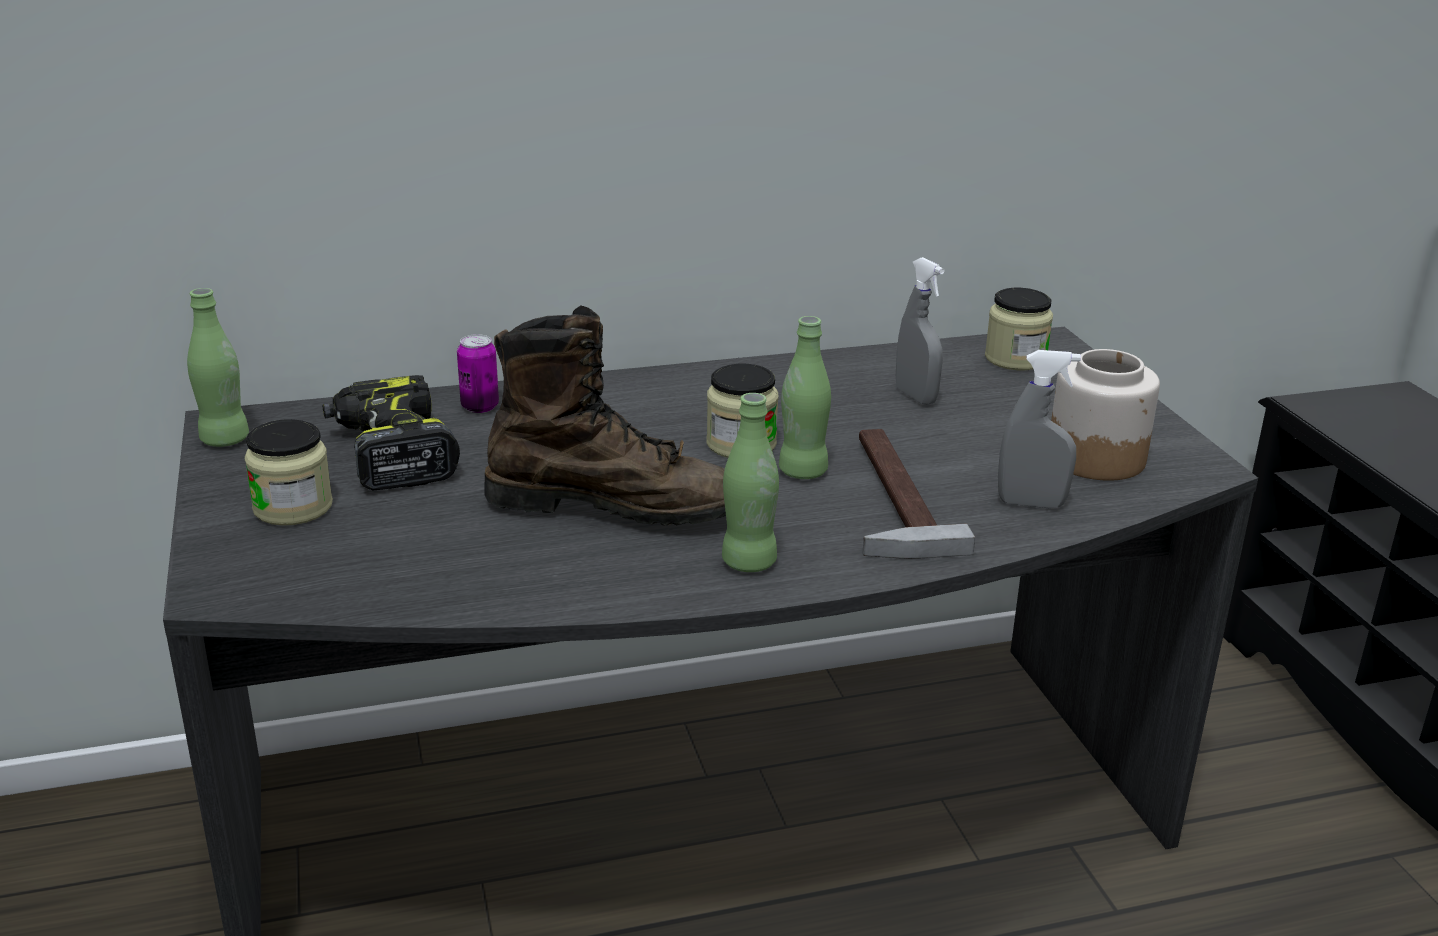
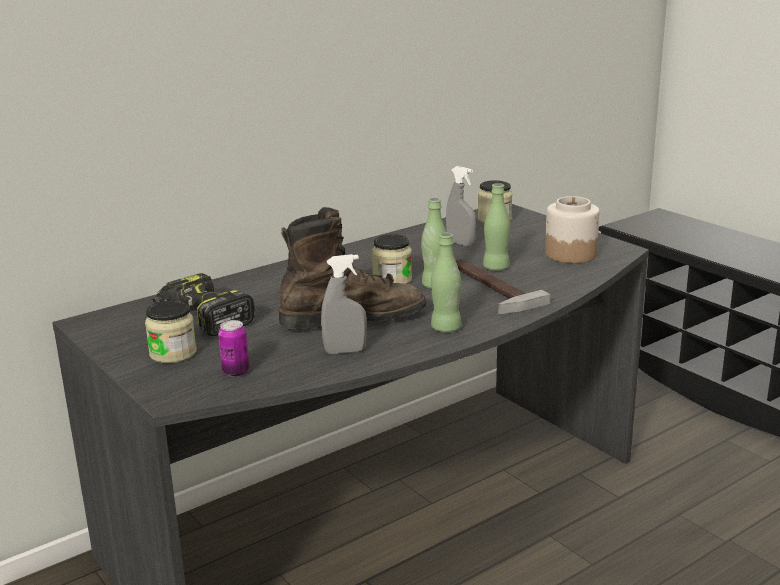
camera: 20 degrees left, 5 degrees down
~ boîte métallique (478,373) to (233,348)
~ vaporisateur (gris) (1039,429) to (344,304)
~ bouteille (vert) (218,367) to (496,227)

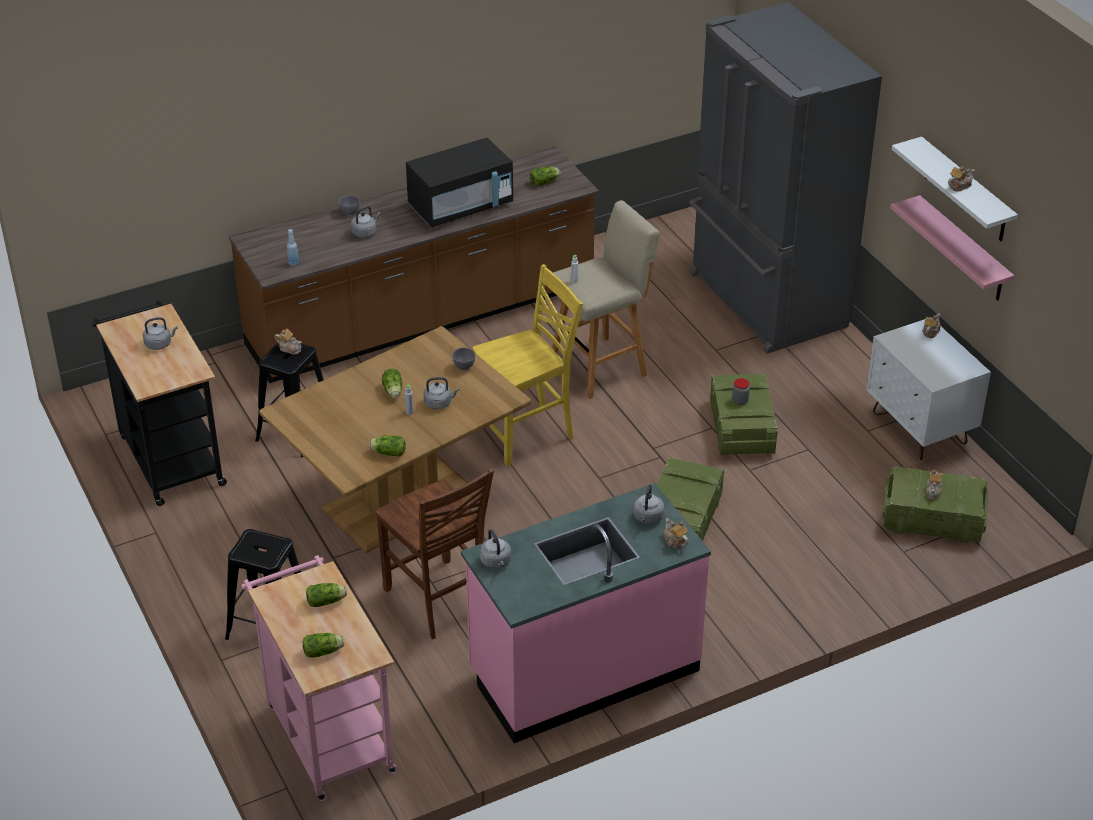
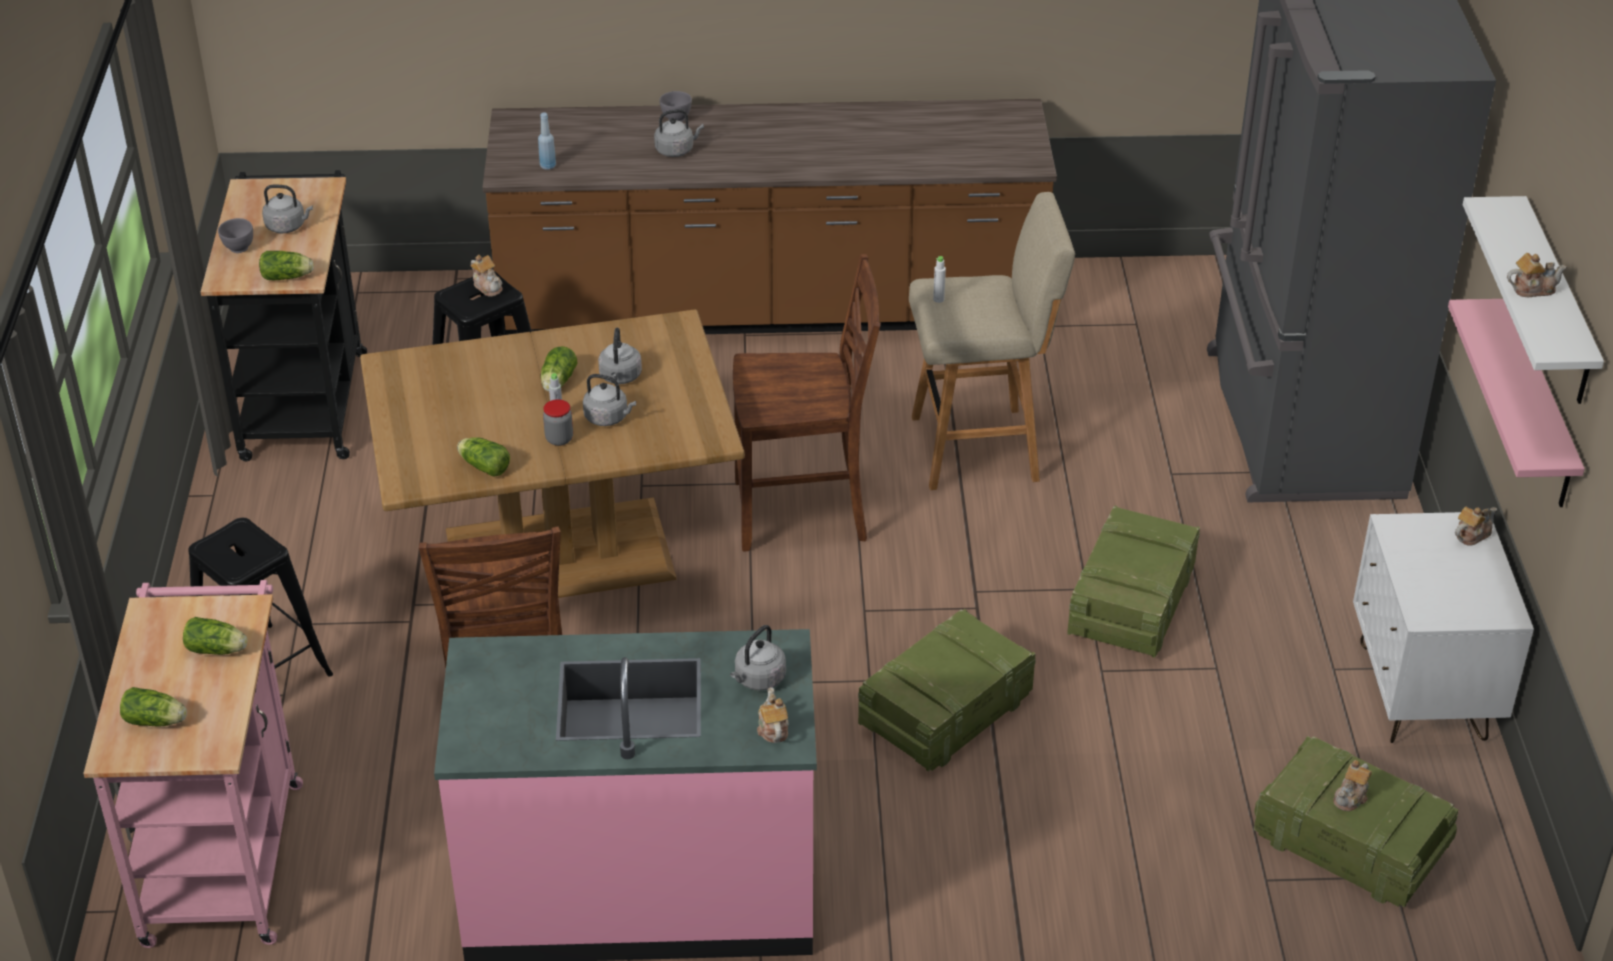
camera: 25 degrees right, 0 degrees up
~ bol (gris) (463,359) to (235,235)
~ laitue (545,176) to (286,265)
~ bocal (741,391) to (558,422)
~ bouilloire (gris) (495,549) to (620,356)
~ chaise (jaune) (528,365) to chaise (marron) (807,402)
- micro-ondes (noir) (459,182)

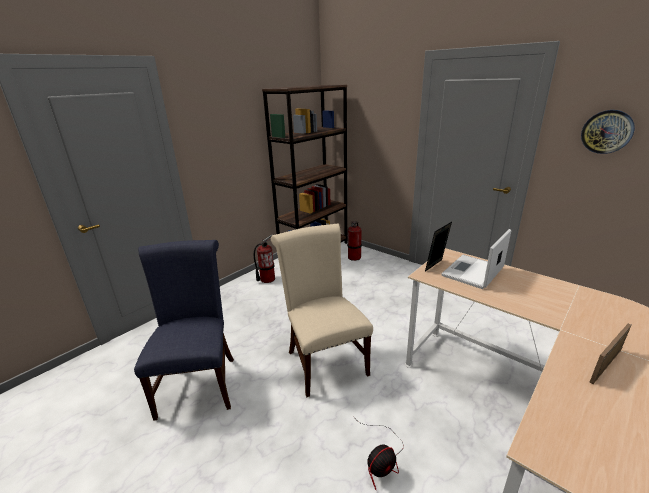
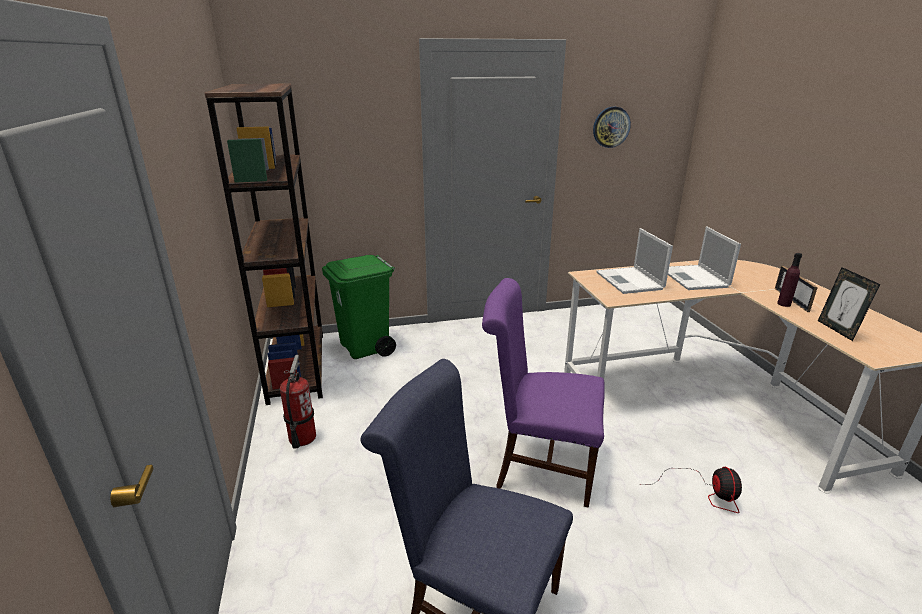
camera: 55 degrees left, 0 degrees up
~ extincteur (354,241) to poubelle (vert) (359,307)
~ chaise (beige) (322,310) to chaise (violet) (543,393)
+ ordinateur portable (704,258)
+ bouteille (violet) (789,280)
~ cadre photo (438,247) to (849,304)

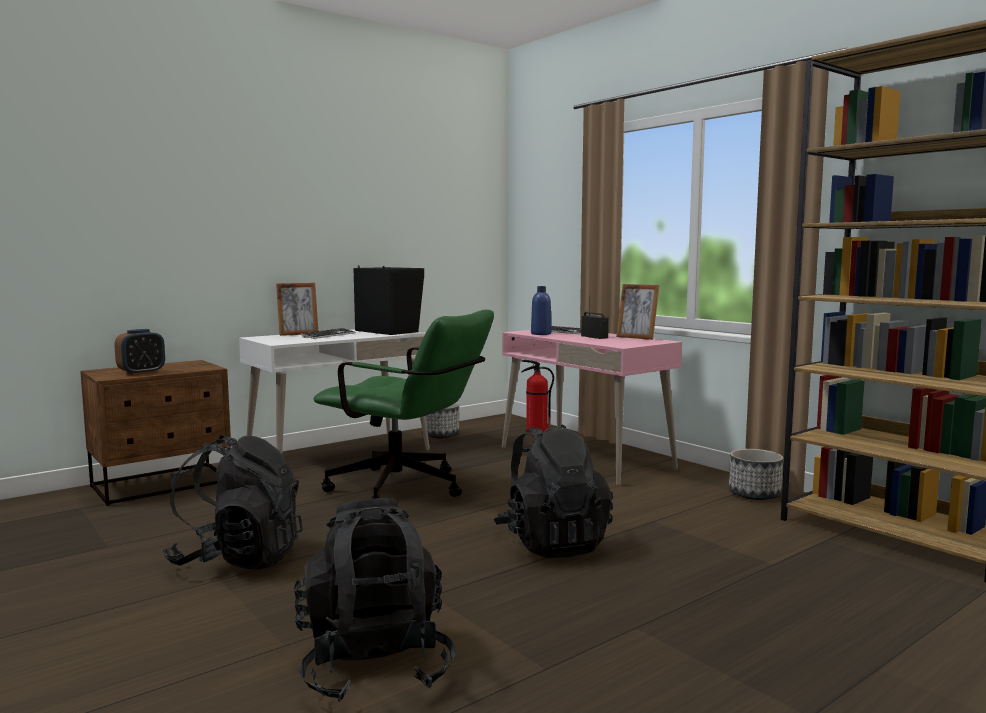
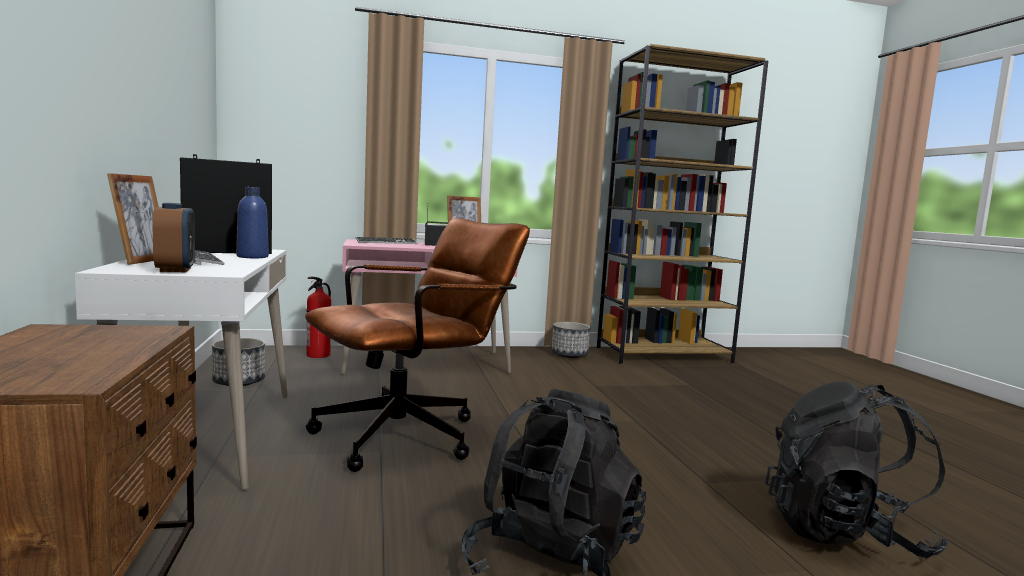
camera: 65 degrees left, 0 degrees up
~ réveil (139,352) to (173,237)
~ bouteille (bleu) (541,310) to (252,222)
~ chaise de bureau (vert) (403,404) to chaise de bureau (marron) (417,345)
- sac à dos (noir) (553,491)

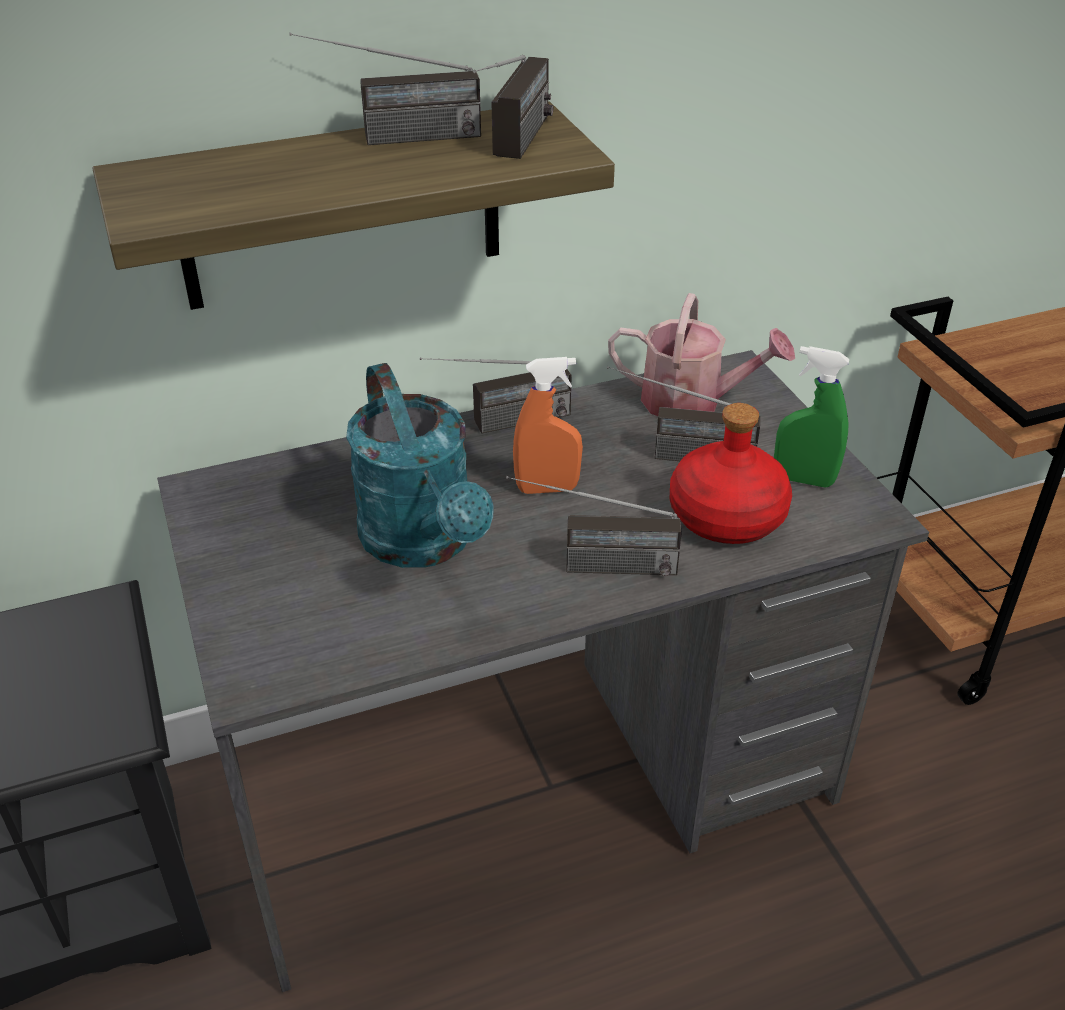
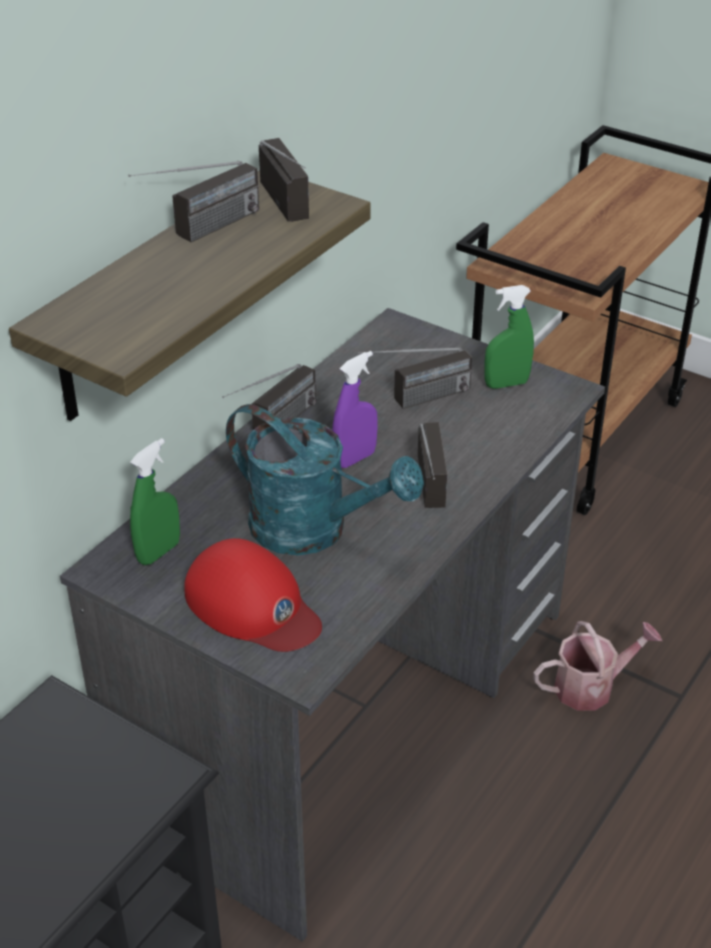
camera: 35 degrees left, 0 degrees up
+ vaporisateur (vert) (155,501)
+ casquette (rouge) (253,595)
~ vaporisateur (orange) (548,425) to vaporisateur (violet) (355,409)
~ radio (594,526) = (432,465) 60 degrees counterclockwise
~ arrosoir (701,354) to (597,666)
- bouteille (rouge) (730,473)

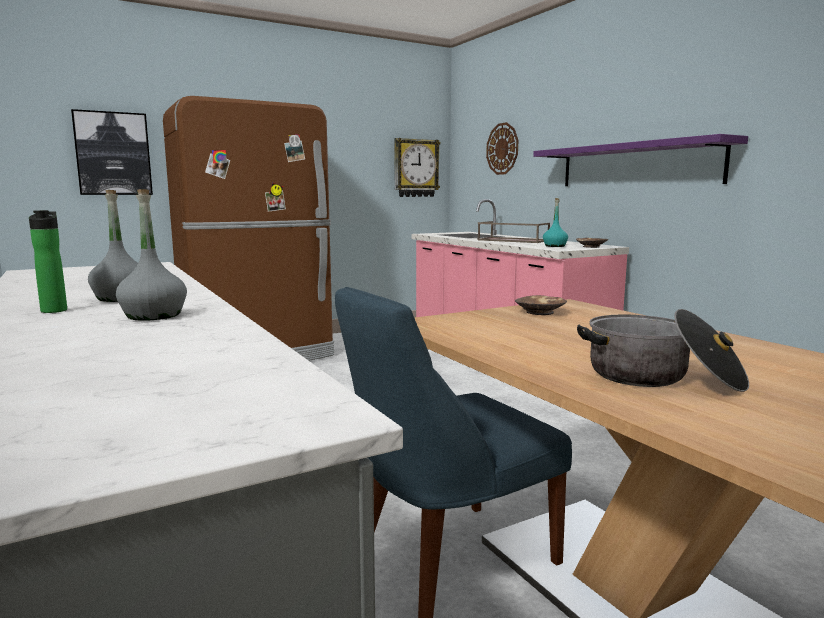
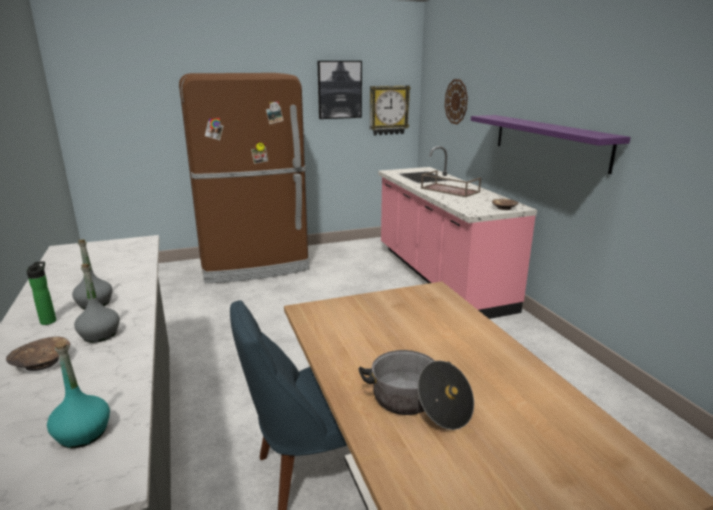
camera: 10 degrees right, 10 degrees up
~ bol (marron) (541,305) to (38,354)
~ bouteille (turquoise) (555,222) to (78,394)
~ tableau (112,152) to (340,90)

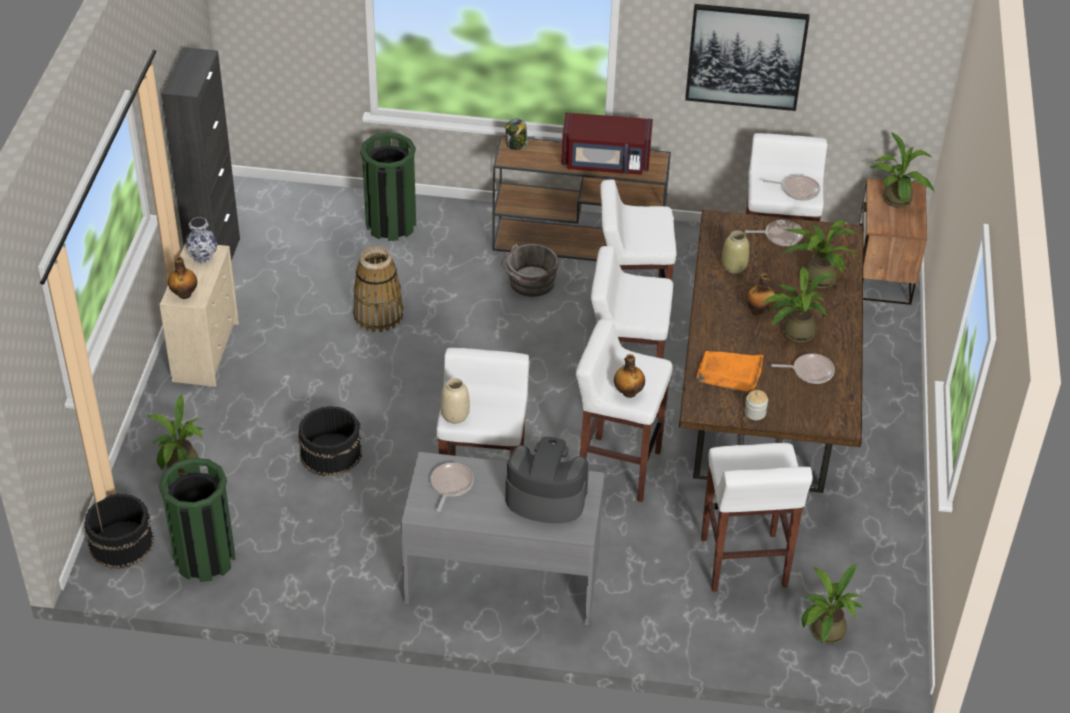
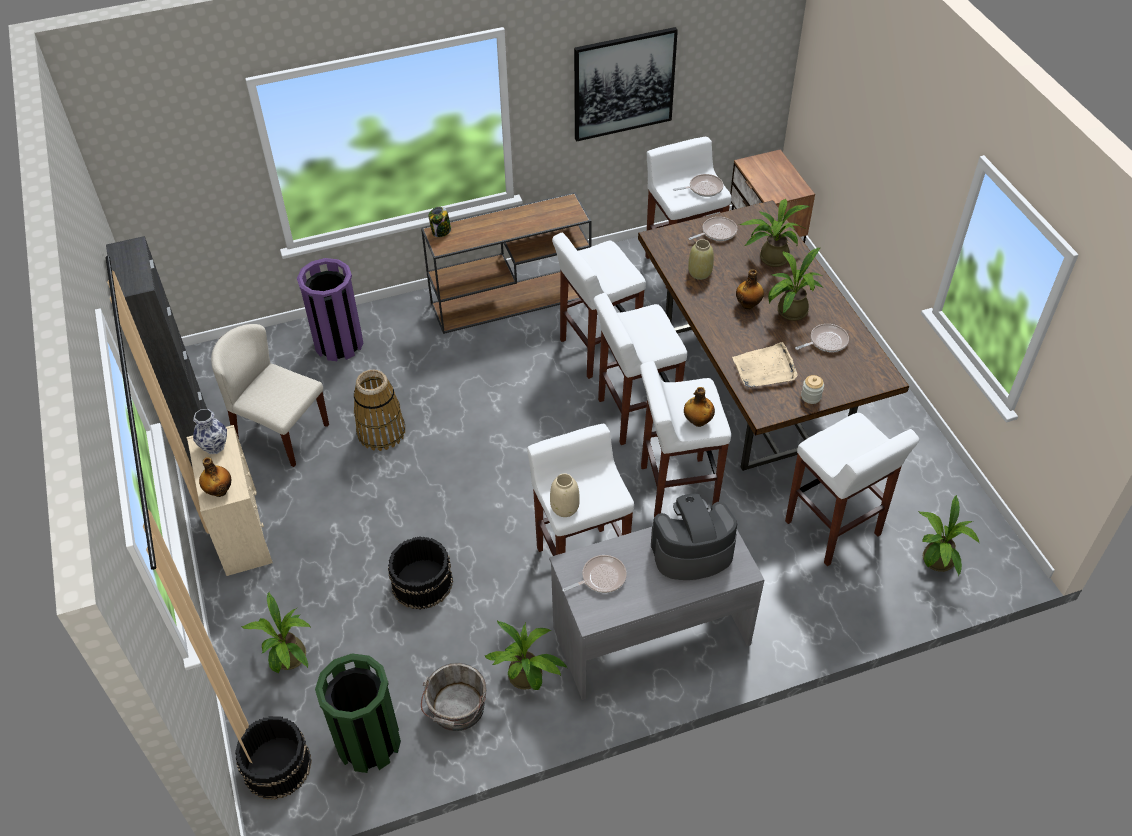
camera: 25 degrees left, 5 degrees up
+ chaise (beige) (270,395)
~ poubelle (vert) (388,186) to poubelle (violet) (330,309)
~ seau (gris) (530,270) to (454,697)
~ plante en pot (902,170) to (525,655)
~ poêle (452,487) = (594,574) 75 degrees clockwise
~ plateau (orange) (730,371) to plateau (beige) (765,365)
- micro-ondes (rouge) (607,143)

